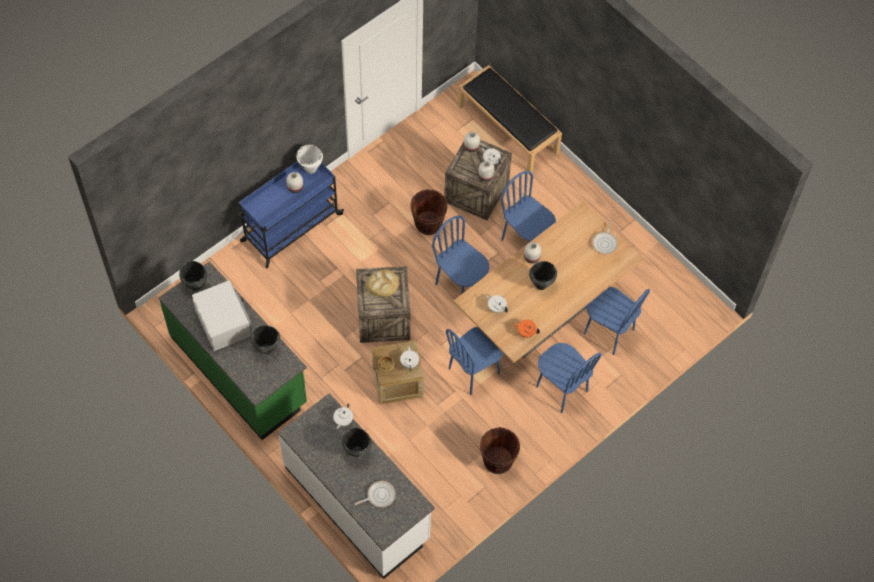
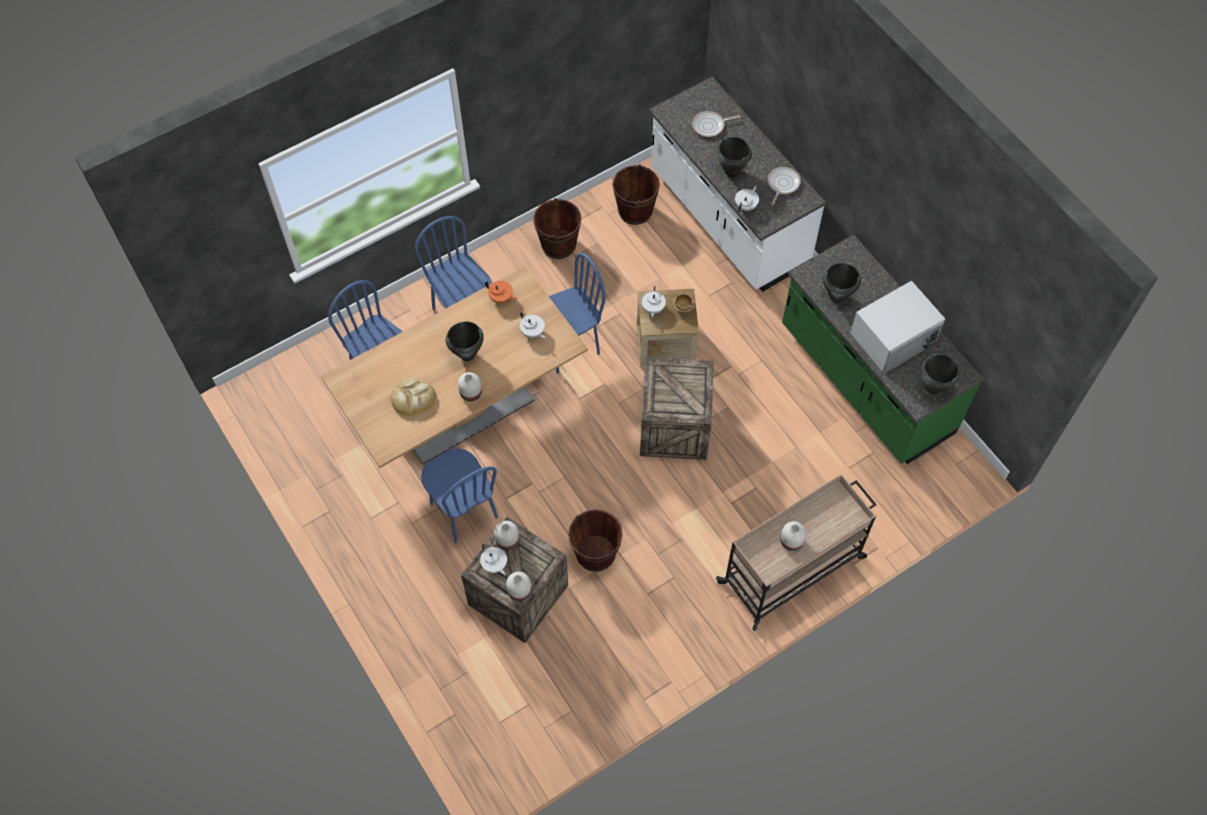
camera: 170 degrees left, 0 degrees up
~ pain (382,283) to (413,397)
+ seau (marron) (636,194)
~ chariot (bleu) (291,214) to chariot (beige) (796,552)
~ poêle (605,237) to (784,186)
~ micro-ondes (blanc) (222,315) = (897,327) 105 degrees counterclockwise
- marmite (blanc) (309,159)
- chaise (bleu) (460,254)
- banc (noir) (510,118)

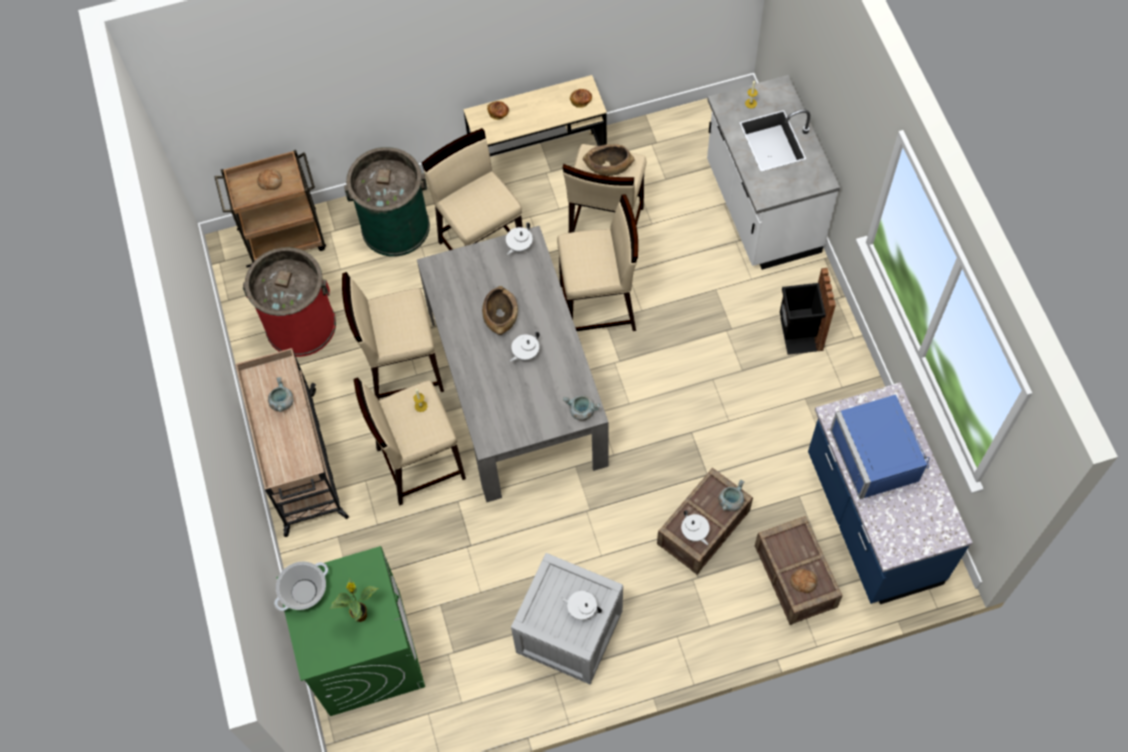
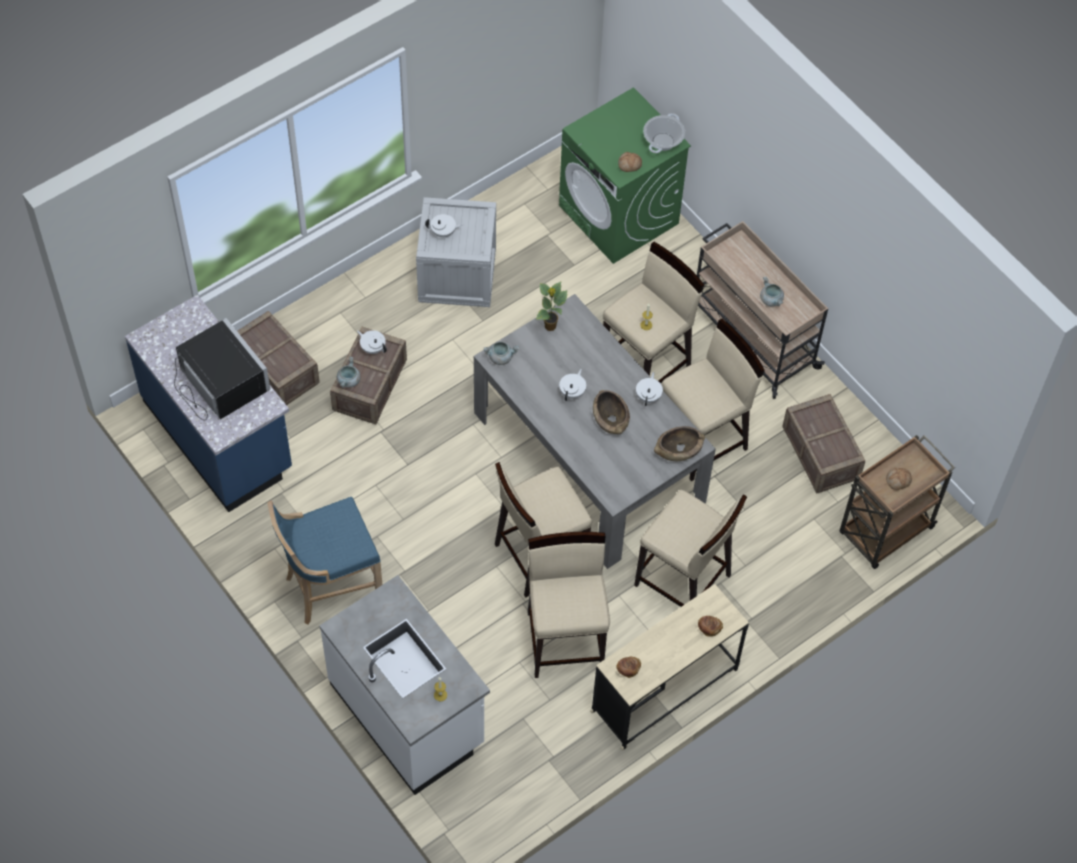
camera: 155 degrees right, 5 degrees down
~ micro-ondes (bleu) (879,446) to micro-ondes (noir) (222,369)
~ poubelle (noir) (808,311) to tabouret (bleu) (324,561)
~ plante en pot (354,600) to (551,306)
~ pain (803,581) to (630,162)
~ théière (blanc) (519,238) to (649,389)
~ bol (marron) (608,160) to (679,443)
~ poubelle (rouge) (289,302) to caisse (823,444)
- poubelle (vert) (387,202)

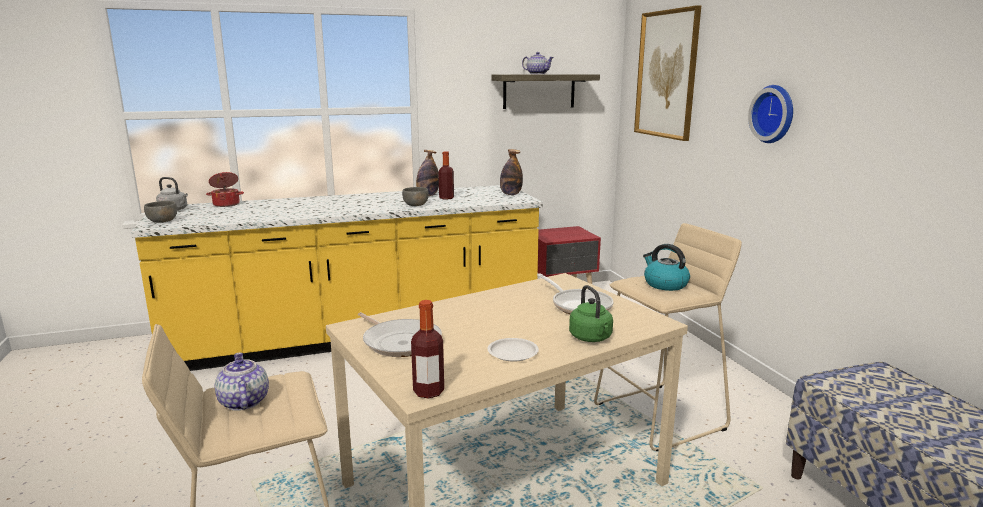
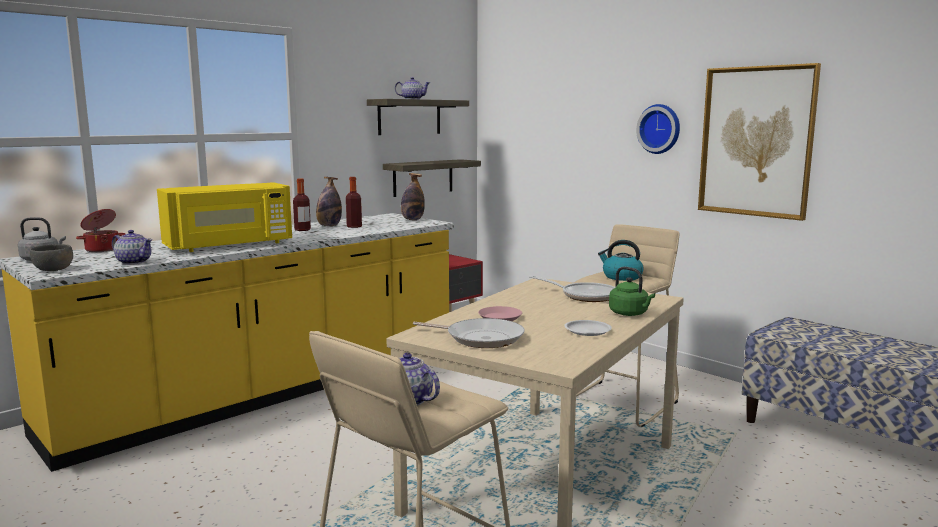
camera: 25 degrees left, 5 degrees down
+ théière (132,247)
+ micro-ondes (jaune) (224,217)
~ bouteille (427,349) to (302,204)
+ étagère (432,178)
+ assiette (rose) (500,313)
~ tableau (667,73) to (759,142)
- bol (gris) (415,196)

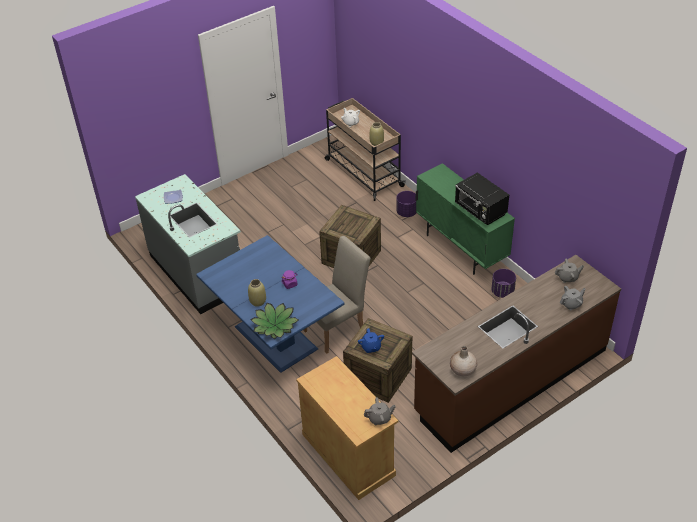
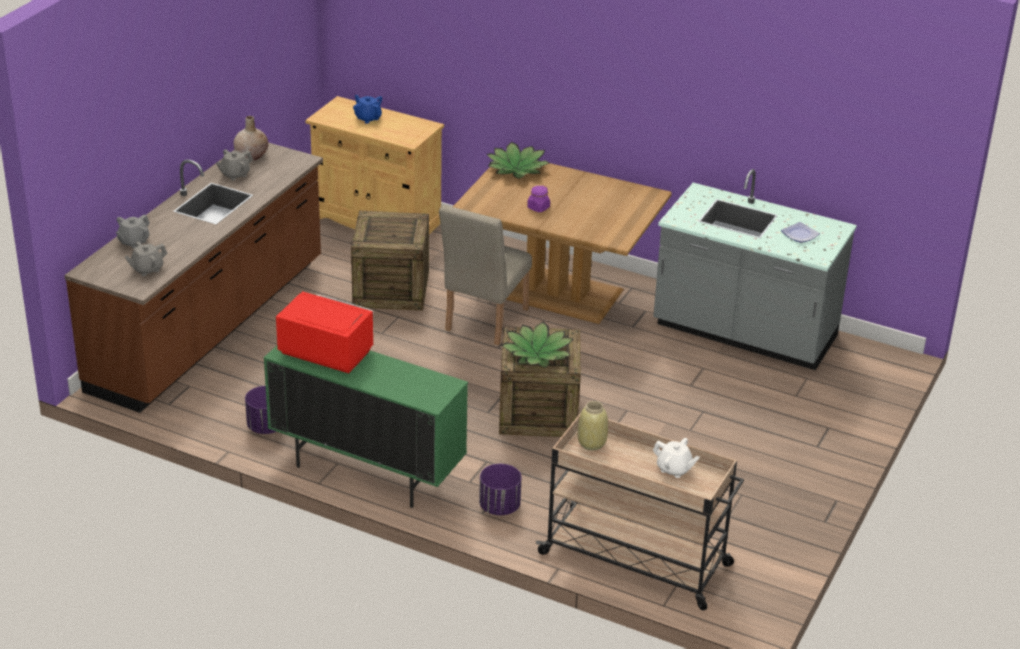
camera: 150 degrees right, 10 degrees down
~ théière (gris) (380,411) to (234,165)
~ micro-ondes (noir) (482,198) to micro-ondes (rouge) (325,332)
~ théière (bleu) (371,340) to (367,109)
~ table à manger (bleu) (270,304) to table à manger (marron) (562,243)
+ plante en pot (537,344)
- vase (beige) (257,293)

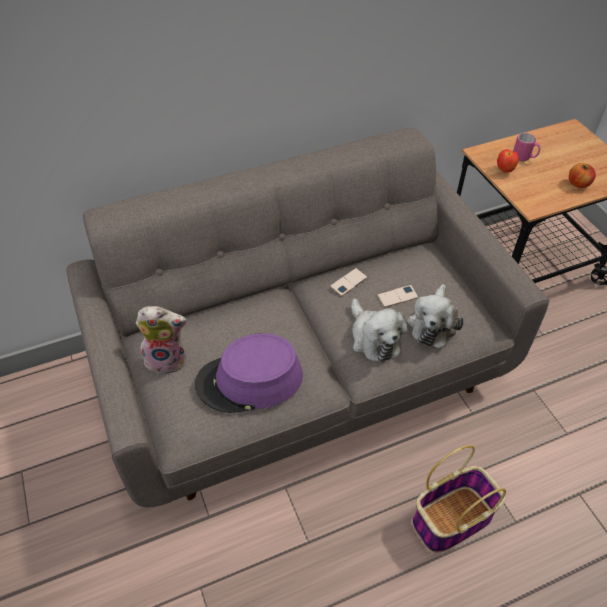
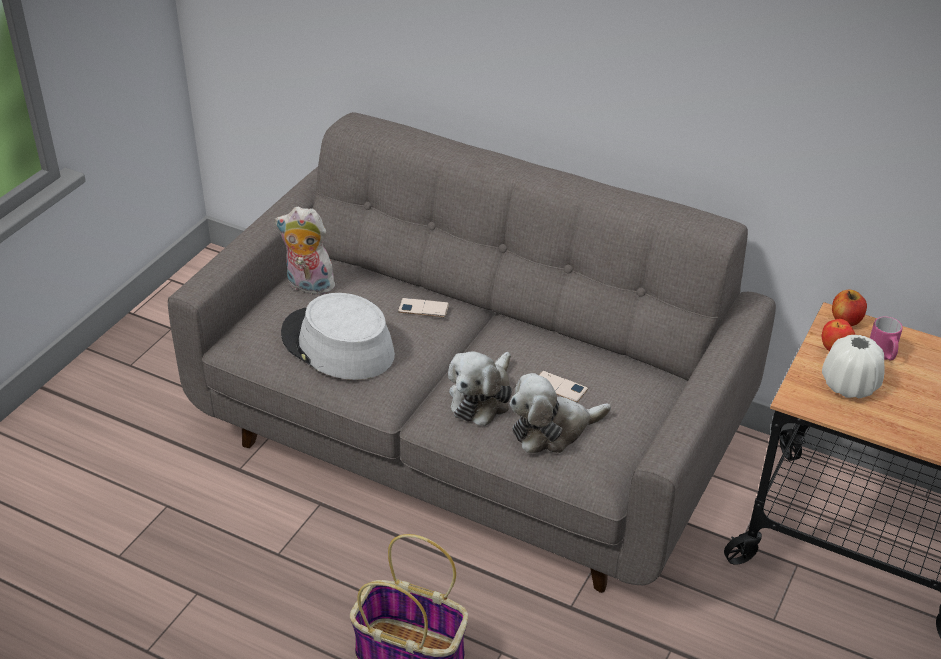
camera: 50 degrees right, 10 degrees down
~ peluche (161,340) = (306,251) 150 degrees clockwise
~ chapeau (violet) (249,373) to chapeau (gris) (338,336)
~ téléphone (349,282) to (423,307)
+ vase (blanc) (853,366)
~ pomme (582,175) to (849,308)

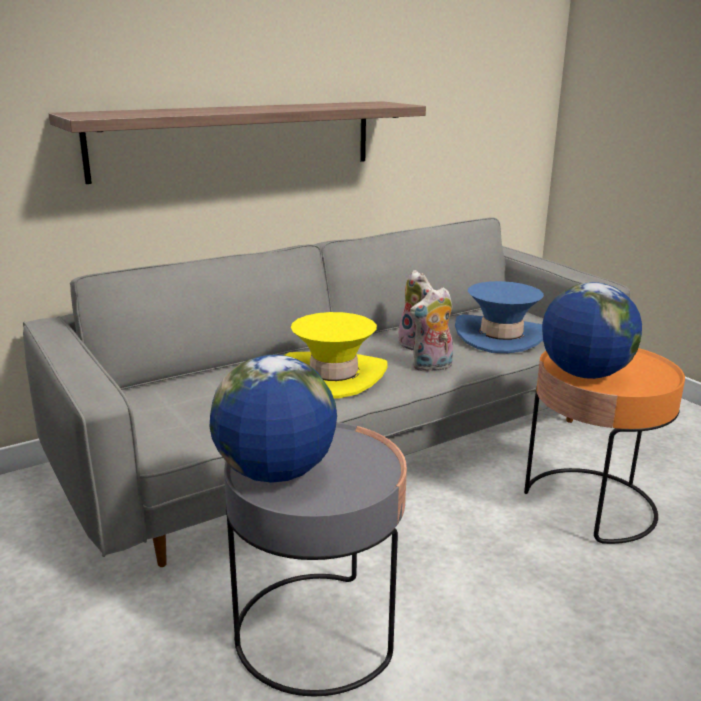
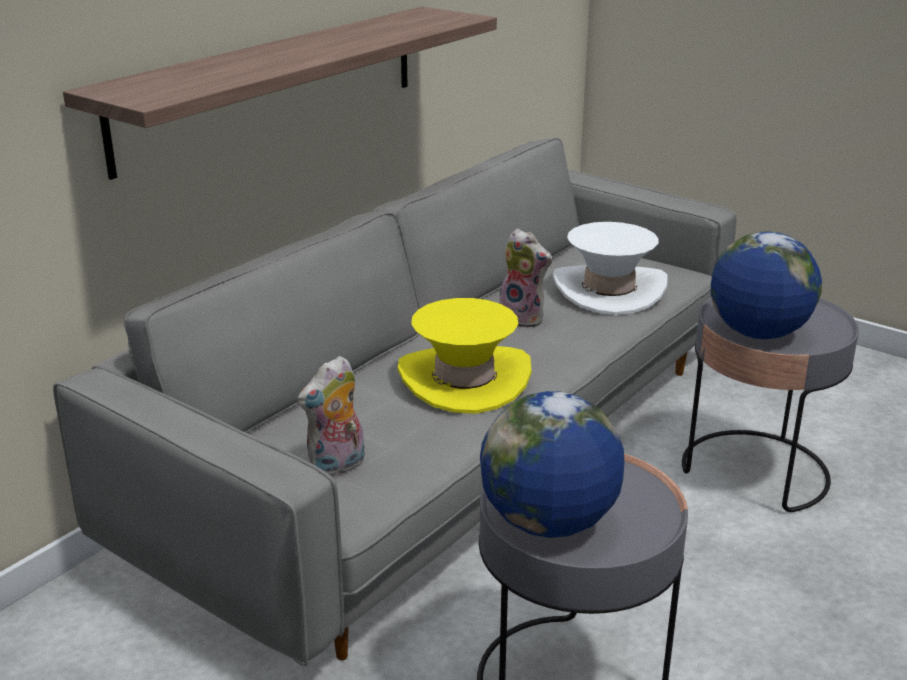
camera: 20 degrees left, 5 degrees up
~ peluche (431,329) to (331,416)
~ chapeau (bleu) (499,317) to chapeau (blanc) (610,268)
~ table d'appoint (orange) (604,446) to table d'appoint (gris) (770,404)

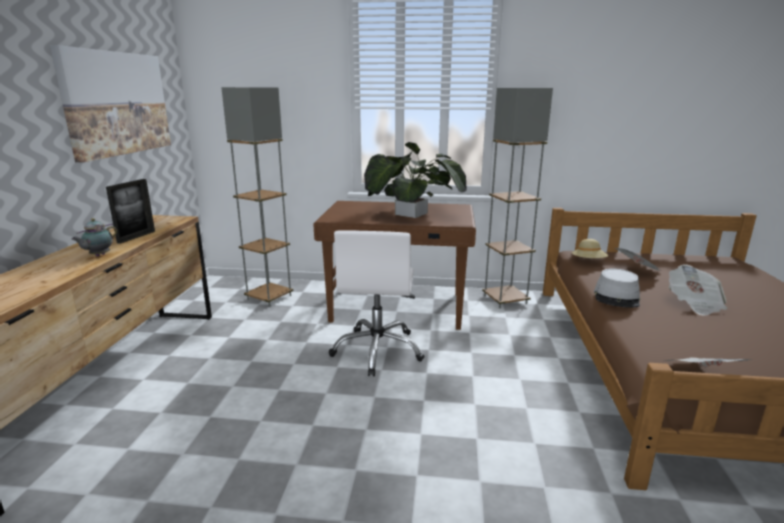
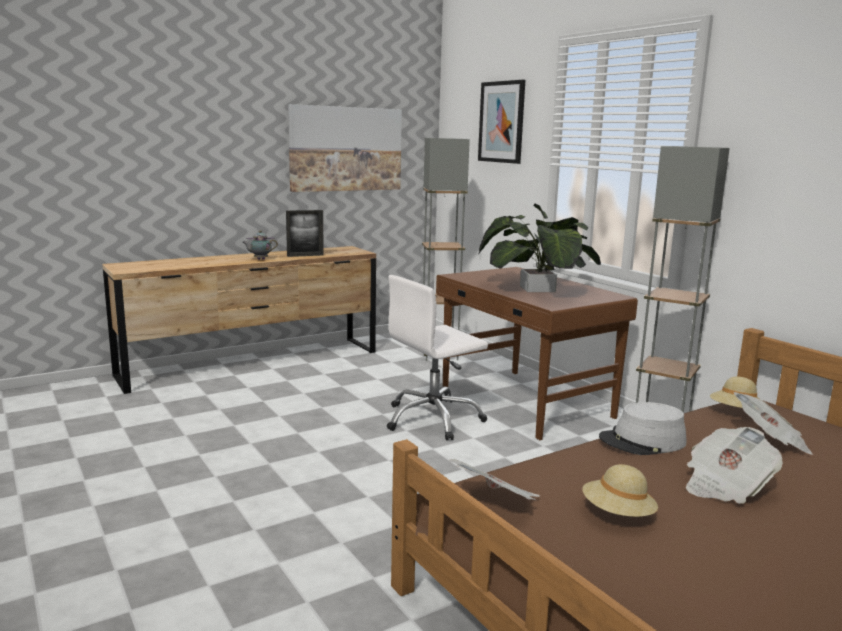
camera: 50 degrees right, 5 degrees down
+ tableau (501,122)
+ chapeau (beige) (620,490)

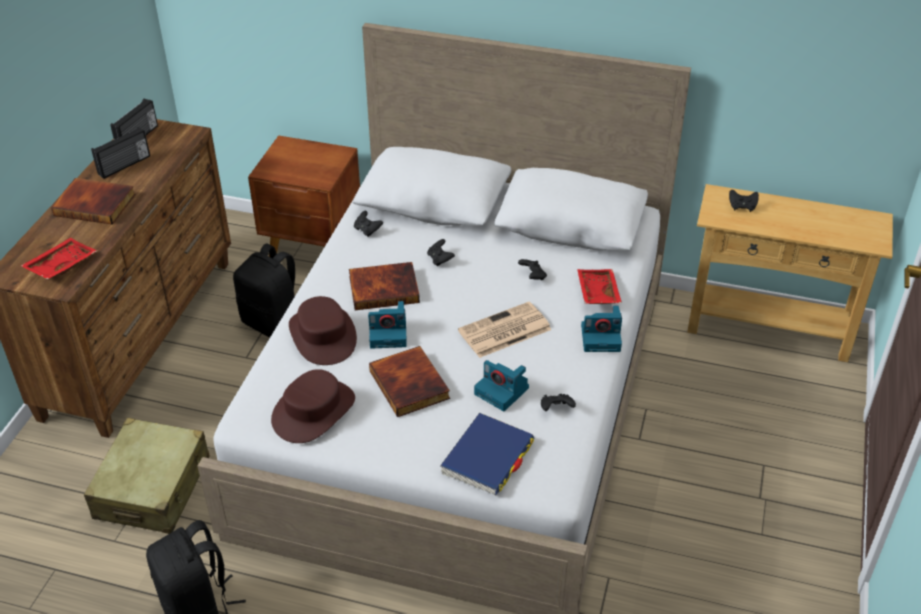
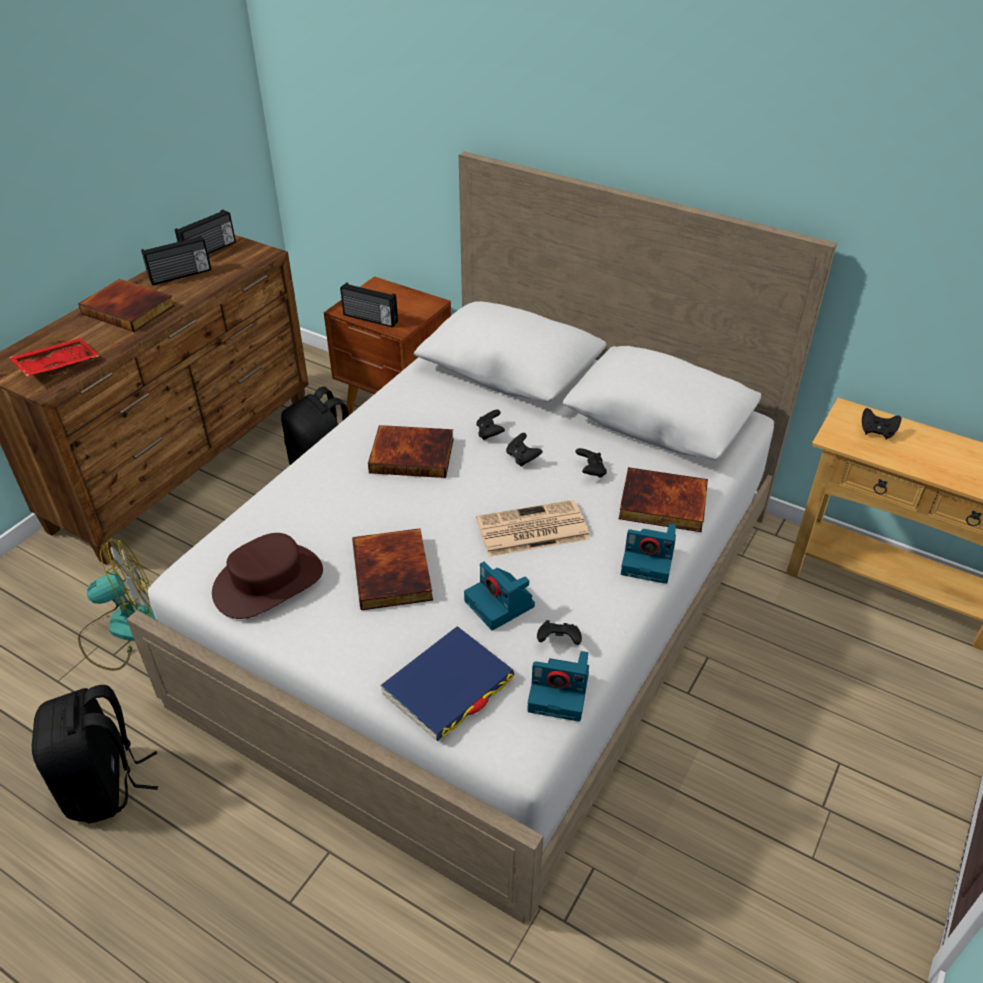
camera: 15 degrees right, 0 degrees up
~ valise (beige) (147,476) to ventilateur (117,605)
+ radio (369,305)
~ manette (noir) (368,224) to (524,449)
~ appareil photo (387,325) to (558,686)
~ plateau (rouge) (599,286) to livre (663,499)
- chapeau (marron) (323,330)

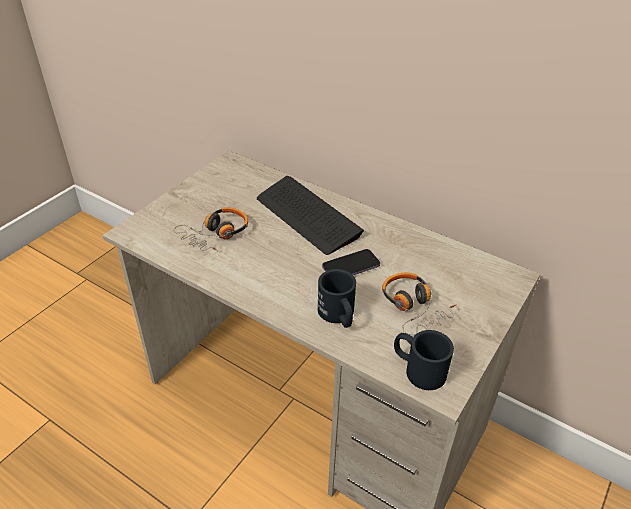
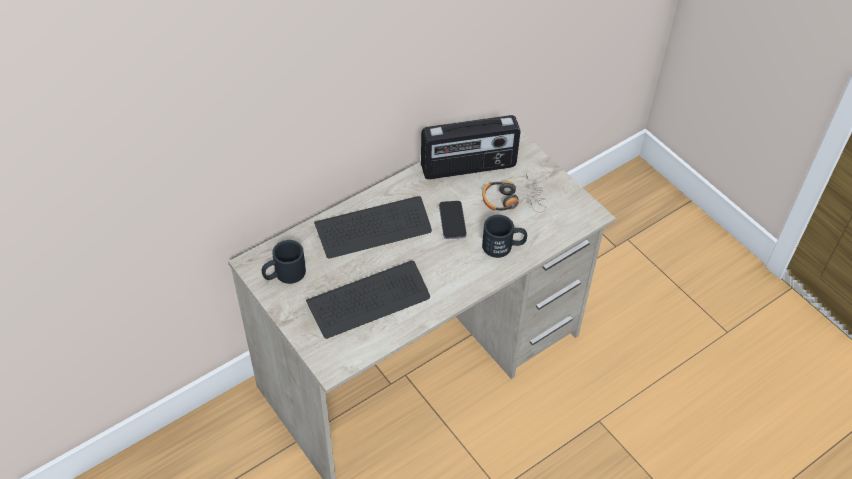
camera: 70 degrees left, 10 degrees up
~ mug (noir) (424,360) to (284,262)
~ casque audio (211,229) to clavier (368,300)
+ radio (471,147)

